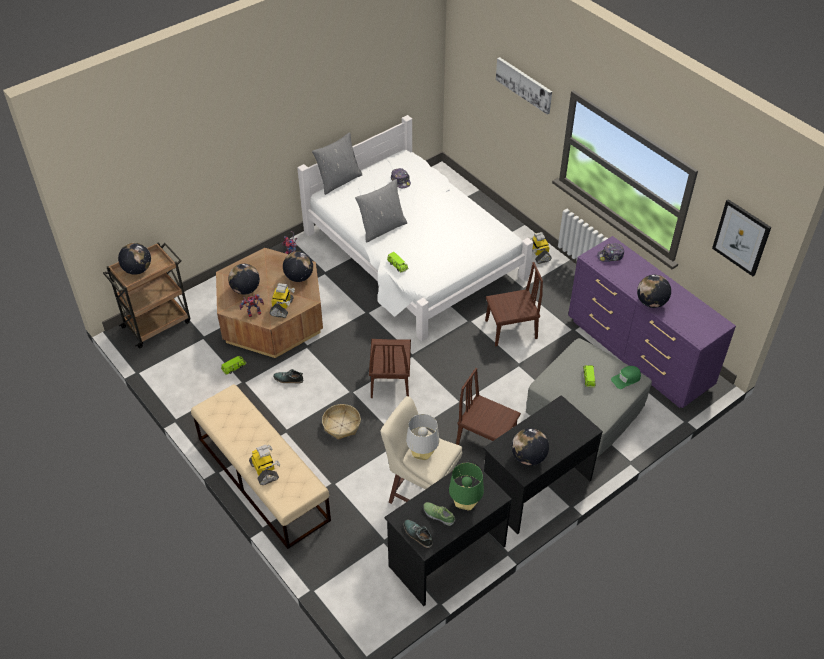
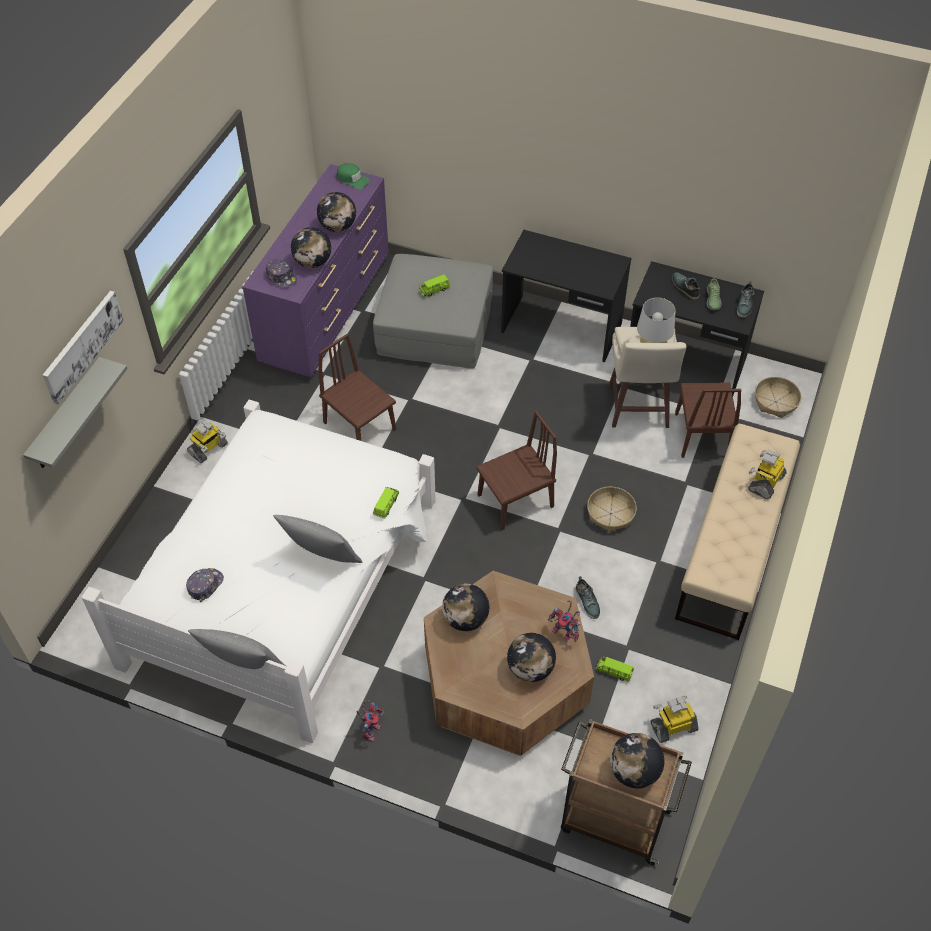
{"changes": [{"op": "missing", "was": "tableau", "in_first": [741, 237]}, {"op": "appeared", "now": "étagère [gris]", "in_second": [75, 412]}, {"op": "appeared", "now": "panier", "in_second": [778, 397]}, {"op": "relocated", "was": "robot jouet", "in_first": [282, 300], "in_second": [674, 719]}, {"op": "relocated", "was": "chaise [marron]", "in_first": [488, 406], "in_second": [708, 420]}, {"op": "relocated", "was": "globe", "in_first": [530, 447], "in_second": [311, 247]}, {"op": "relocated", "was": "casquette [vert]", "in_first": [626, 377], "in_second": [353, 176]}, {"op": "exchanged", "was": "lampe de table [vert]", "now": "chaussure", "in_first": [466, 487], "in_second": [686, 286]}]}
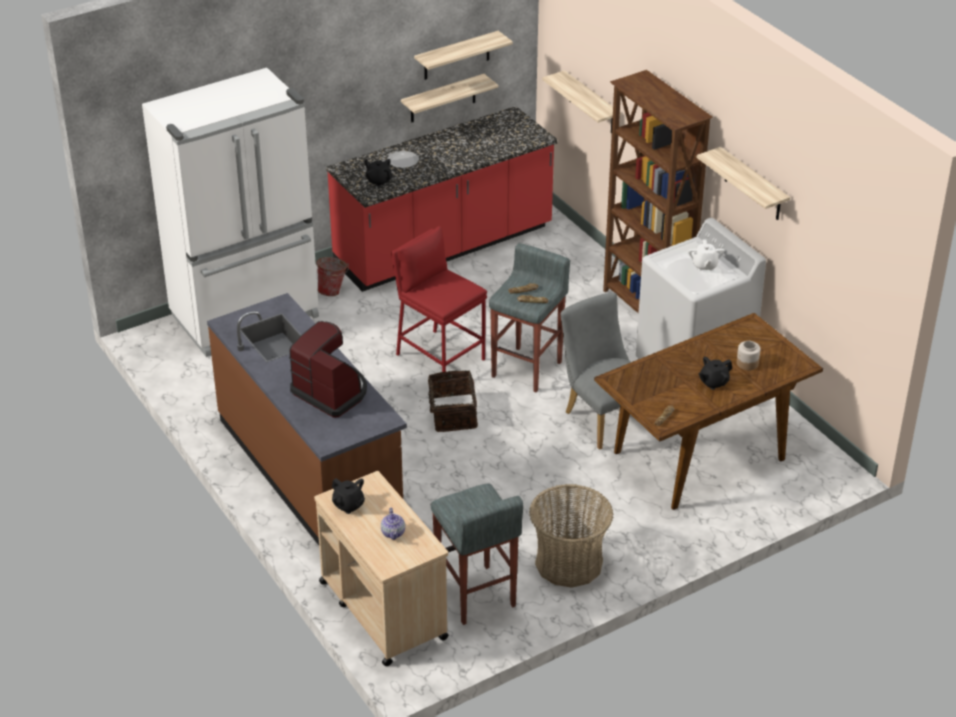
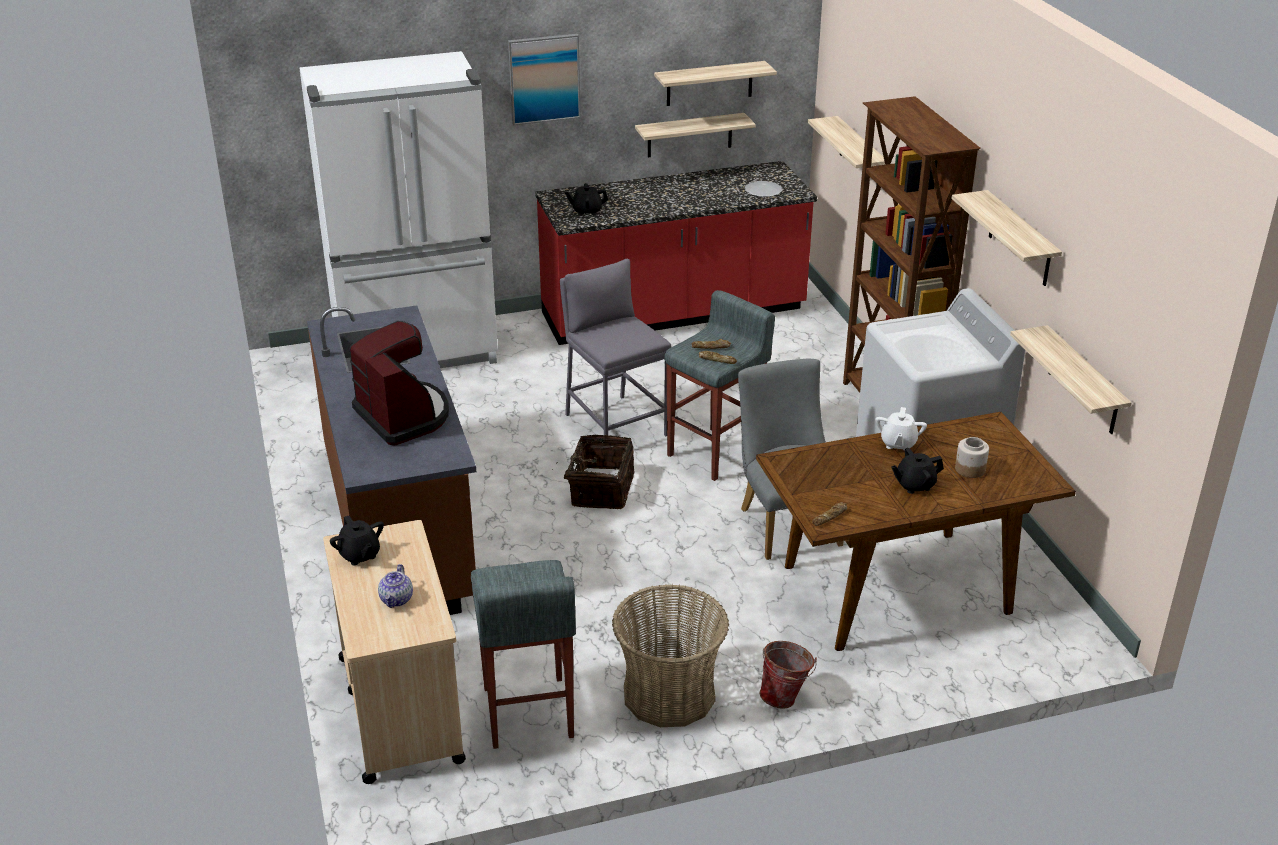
{"changes": [{"op": "appeared", "now": "tableau", "in_second": [544, 80]}, {"op": "appeared", "now": "étagère", "in_second": [1071, 379]}, {"op": "relocated", "was": "seau", "in_first": [332, 276], "in_second": [788, 675]}, {"op": "relocated", "was": "assiette", "in_first": [403, 159], "in_second": [763, 189]}, {"op": "relocated", "was": "théière [blanc]", "in_first": [706, 255], "in_second": [901, 429]}, {"op": "colour", "was": "tabouret [rouge]", "now": "tabouret [gris]", "in_first": [439, 299], "in_second": [615, 347]}, {"op": "spun", "was": "théière [noir]", "in_first": [378, 173], "in_second": [586, 199], "clockwise": -60}]}
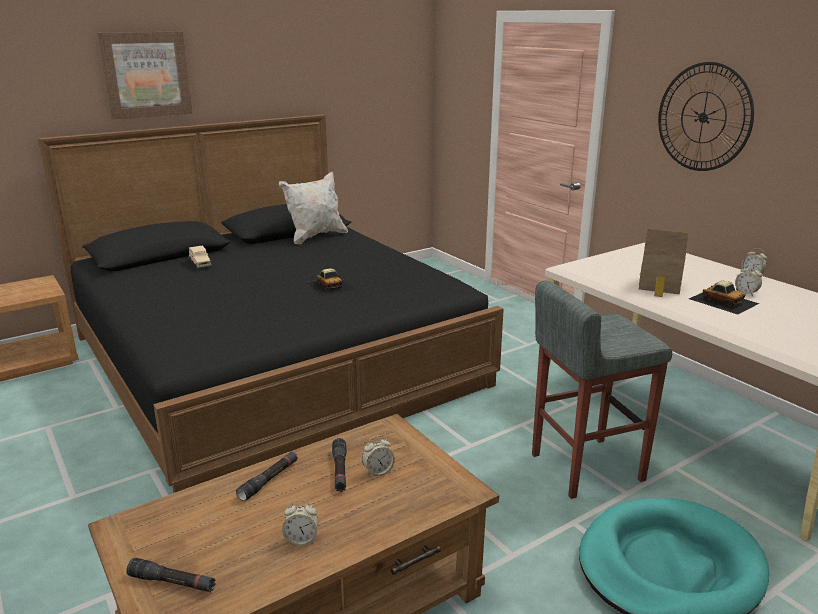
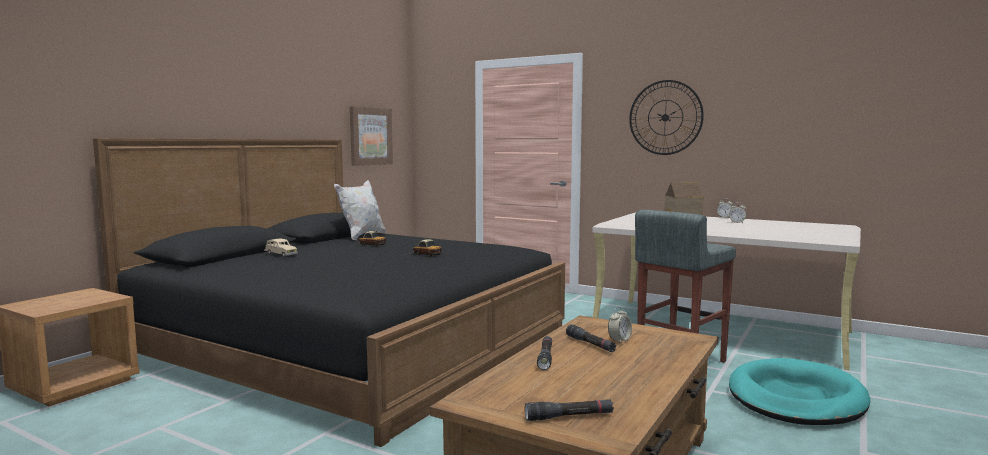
{"changes": [{"op": "missing", "was": "réveil", "in_first": [300, 523]}, {"op": "relocated", "was": "tableau", "in_first": [145, 75], "in_second": [371, 136]}, {"op": "relocated", "was": "petite voiture", "in_first": [724, 298], "in_second": [374, 240]}]}
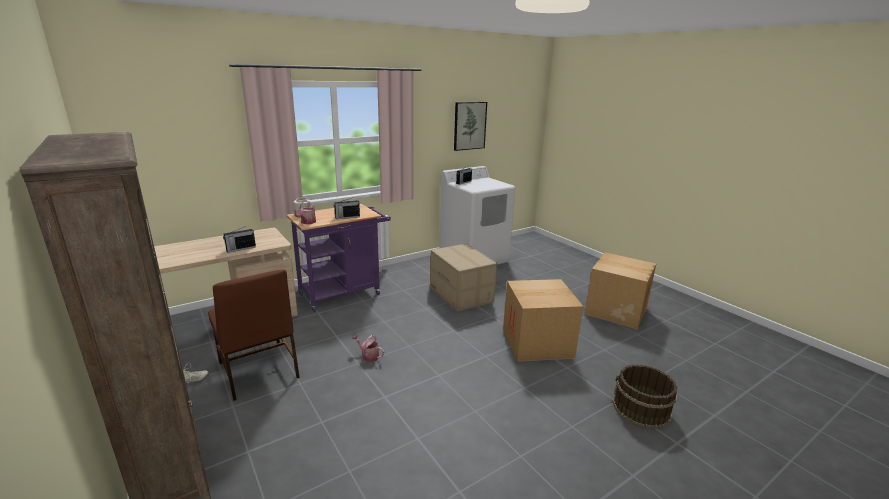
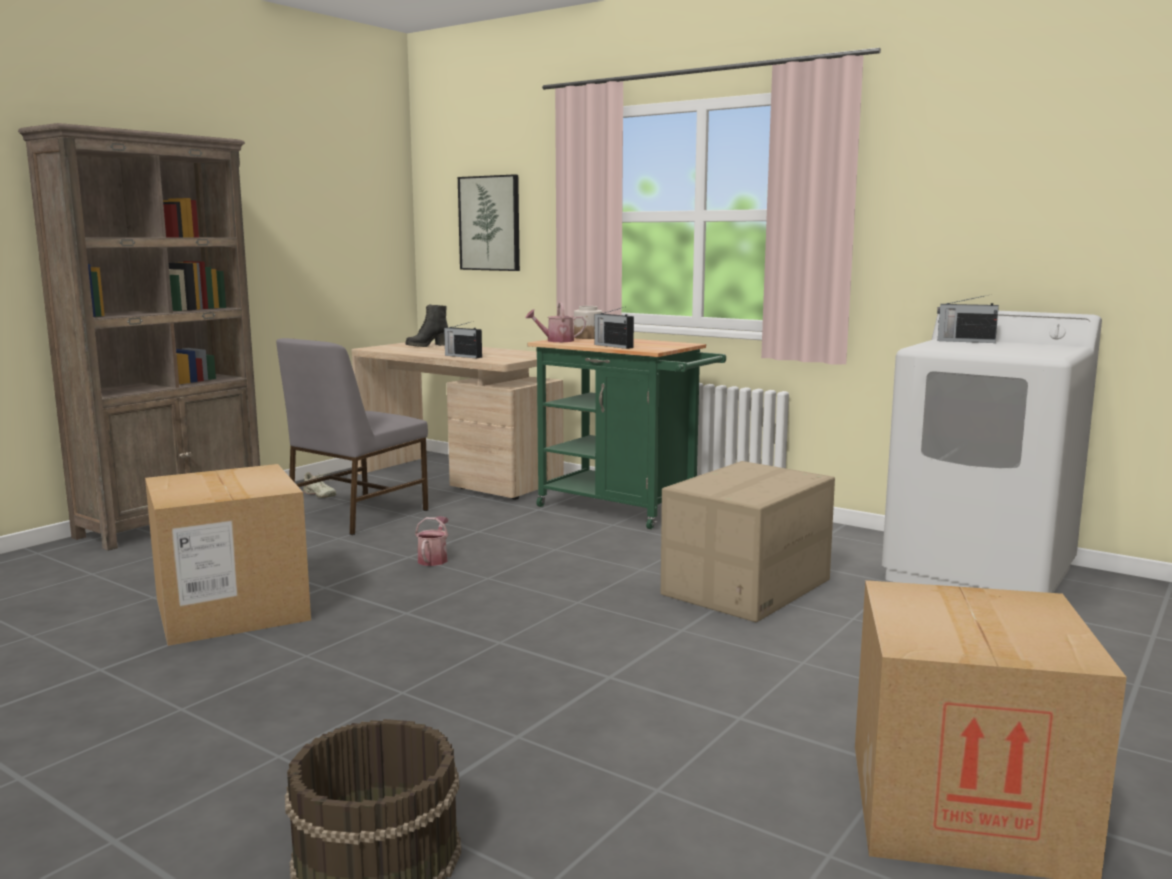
{"changes": [{"op": "appeared", "now": "botte [noir]", "in_second": [426, 326]}, {"op": "relocated", "was": "tableau", "in_first": [470, 126], "in_second": [489, 222]}, {"op": "relocated", "was": "carton", "in_first": [543, 320], "in_second": [228, 555]}, {"op": "colour", "was": "chaise [marron]", "now": "chaise [gris]", "in_first": [254, 335], "in_second": [352, 436]}, {"op": "colour", "was": "chariot [violet]", "now": "chariot [vert]", "in_first": [339, 258], "in_second": [626, 433]}]}
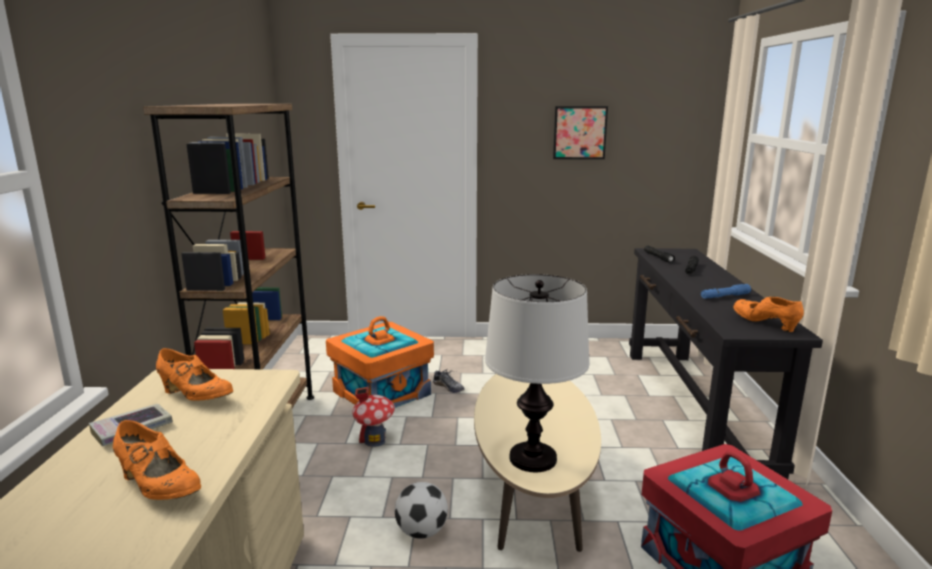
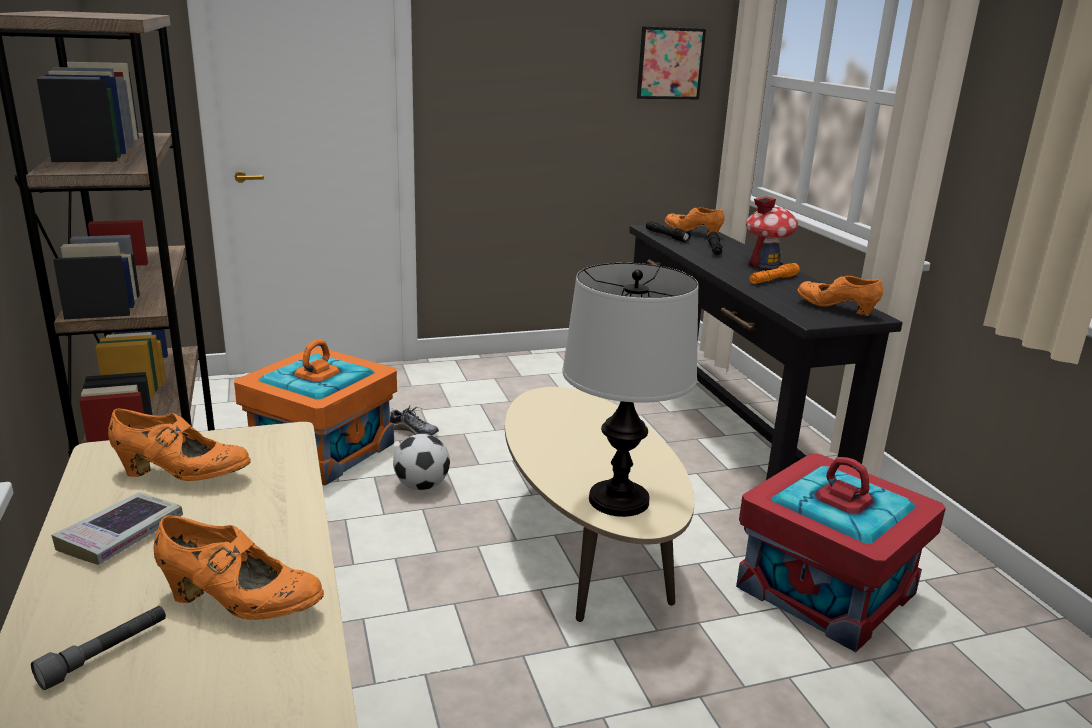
{"changes": [{"op": "appeared", "now": "lampe de poche [gris]", "in_second": [98, 648]}, {"op": "appeared", "now": "chaussure [orange]", "in_second": [695, 221]}, {"op": "relocated", "was": "maison miniature", "in_first": [373, 417], "in_second": [772, 232]}, {"op": "relocated", "was": "ballon de foot", "in_first": [421, 510], "in_second": [421, 462]}, {"op": "relocated", "was": "tableau", "in_first": [580, 132], "in_second": [671, 62]}, {"op": "colour", "was": "lampe de poche [bleu]", "now": "lampe de poche [orange]", "in_first": [726, 291], "in_second": [774, 273]}]}
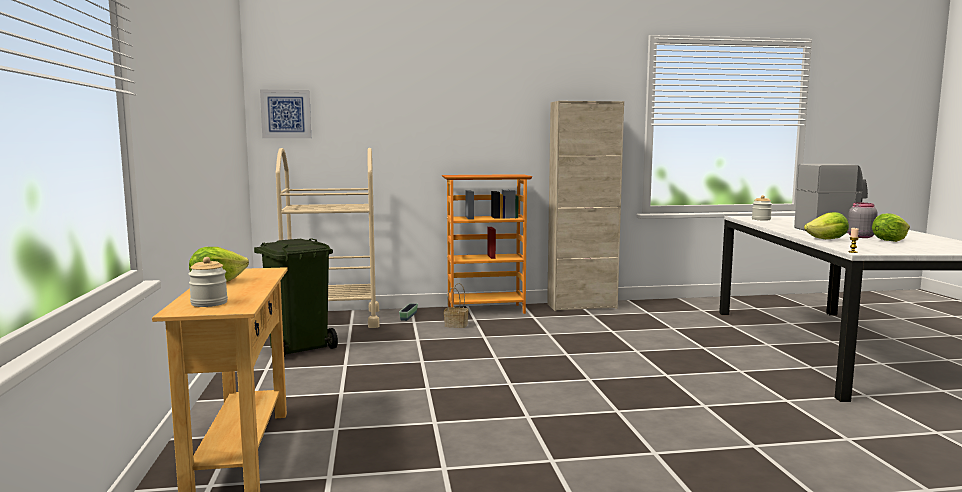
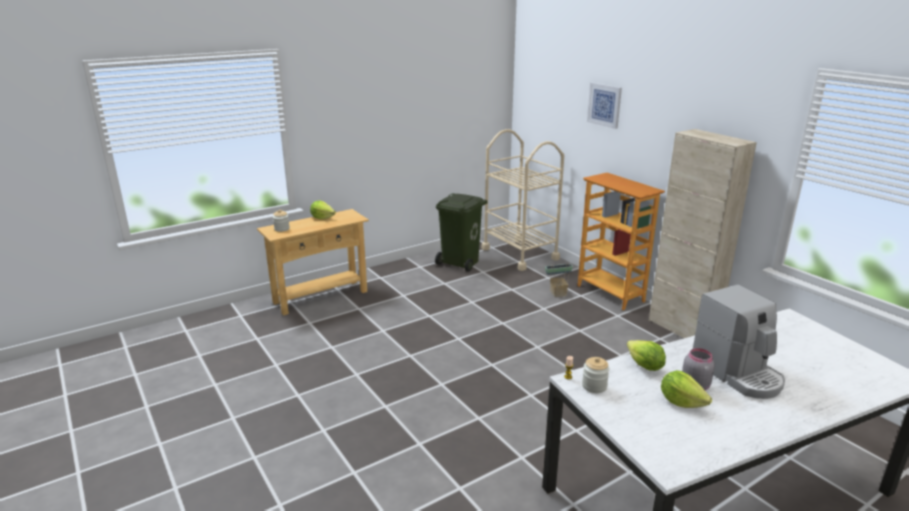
{"changes": [{"op": "relocated", "was": "tableau", "in_first": [285, 114], "in_second": [604, 105]}, {"op": "relocated", "was": "bocal", "in_first": [762, 207], "in_second": [595, 375]}]}
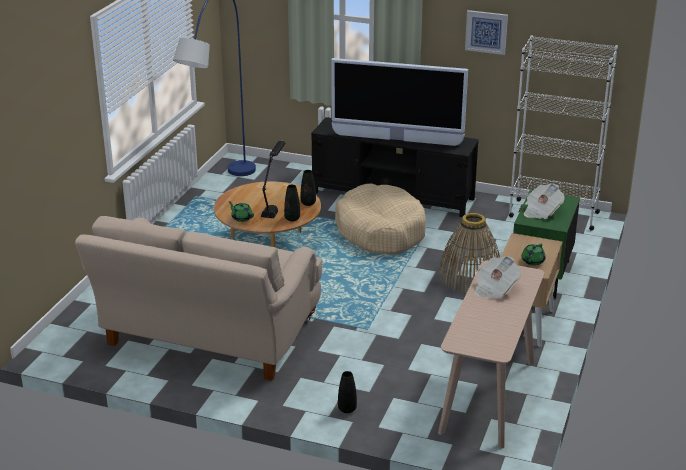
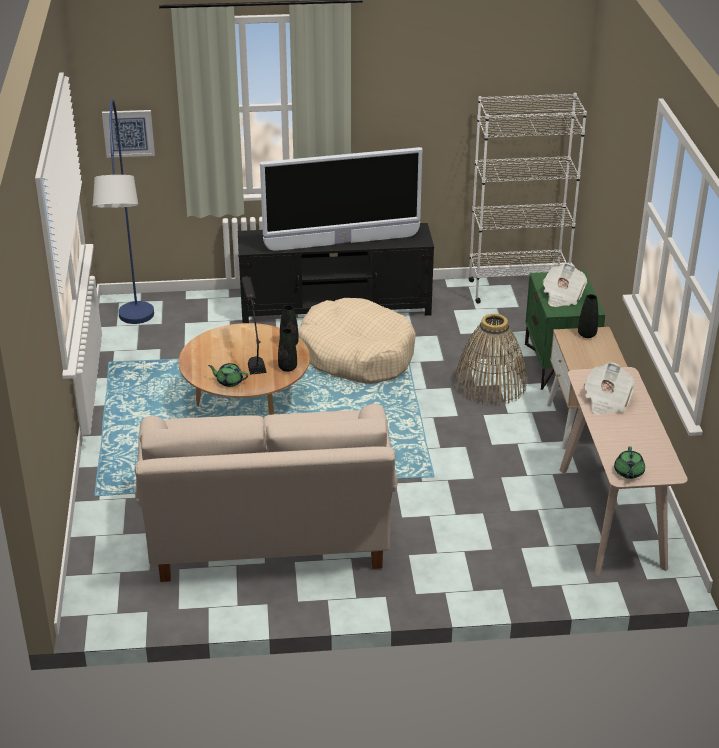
{"changes": [{"op": "relocated", "was": "vase [noir]", "in_first": [347, 392], "in_second": [588, 316]}, {"op": "relocated", "was": "tableau", "in_first": [486, 32], "in_second": [128, 134]}, {"op": "relocated", "was": "théière [vert]", "in_first": [533, 254], "in_second": [629, 462]}]}
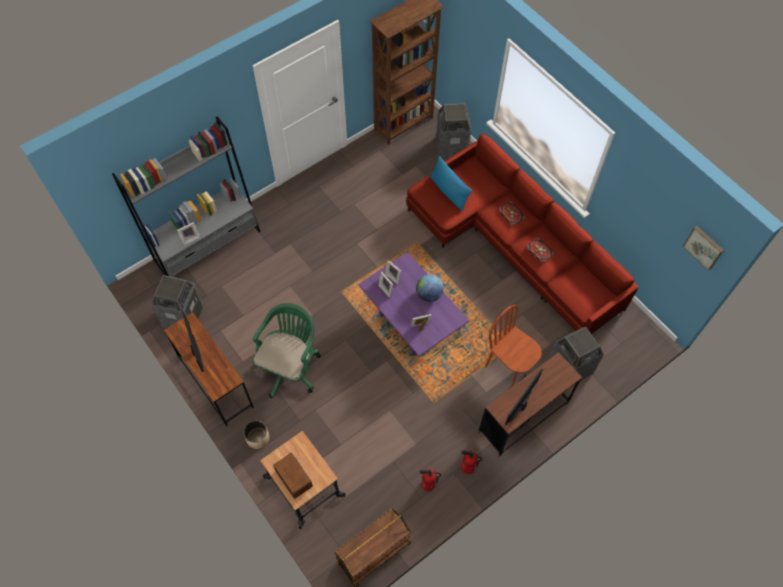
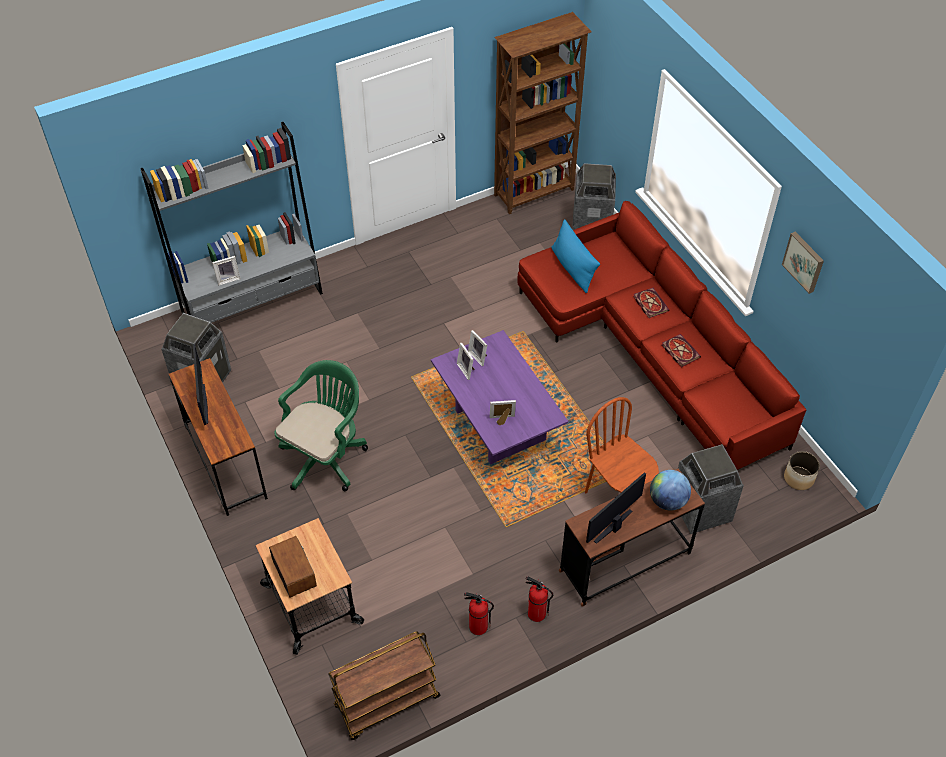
{"changes": [{"op": "relocated", "was": "cache-pot", "in_first": [256, 434], "in_second": [802, 470]}, {"op": "relocated", "was": "globe", "in_first": [430, 288], "in_second": [670, 490]}, {"op": "relocated", "was": "tableau", "in_first": [703, 248], "in_second": [803, 263]}]}
